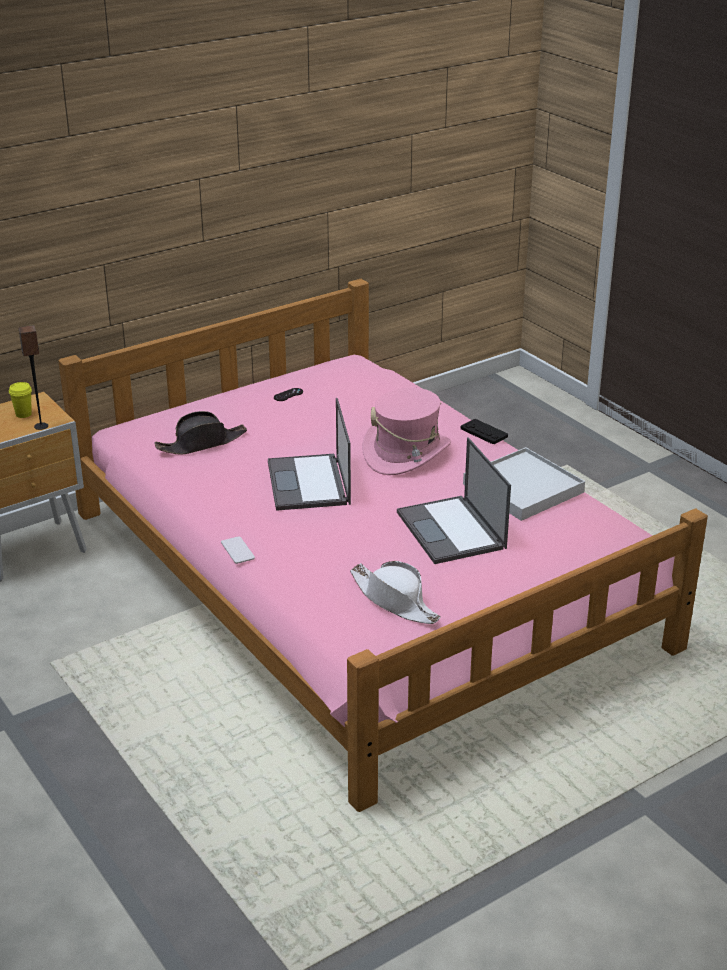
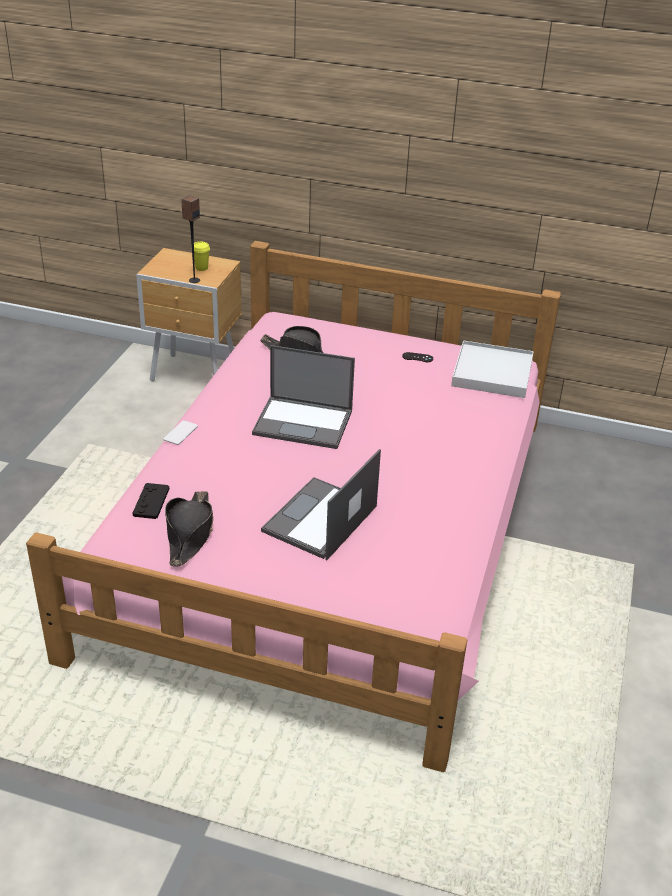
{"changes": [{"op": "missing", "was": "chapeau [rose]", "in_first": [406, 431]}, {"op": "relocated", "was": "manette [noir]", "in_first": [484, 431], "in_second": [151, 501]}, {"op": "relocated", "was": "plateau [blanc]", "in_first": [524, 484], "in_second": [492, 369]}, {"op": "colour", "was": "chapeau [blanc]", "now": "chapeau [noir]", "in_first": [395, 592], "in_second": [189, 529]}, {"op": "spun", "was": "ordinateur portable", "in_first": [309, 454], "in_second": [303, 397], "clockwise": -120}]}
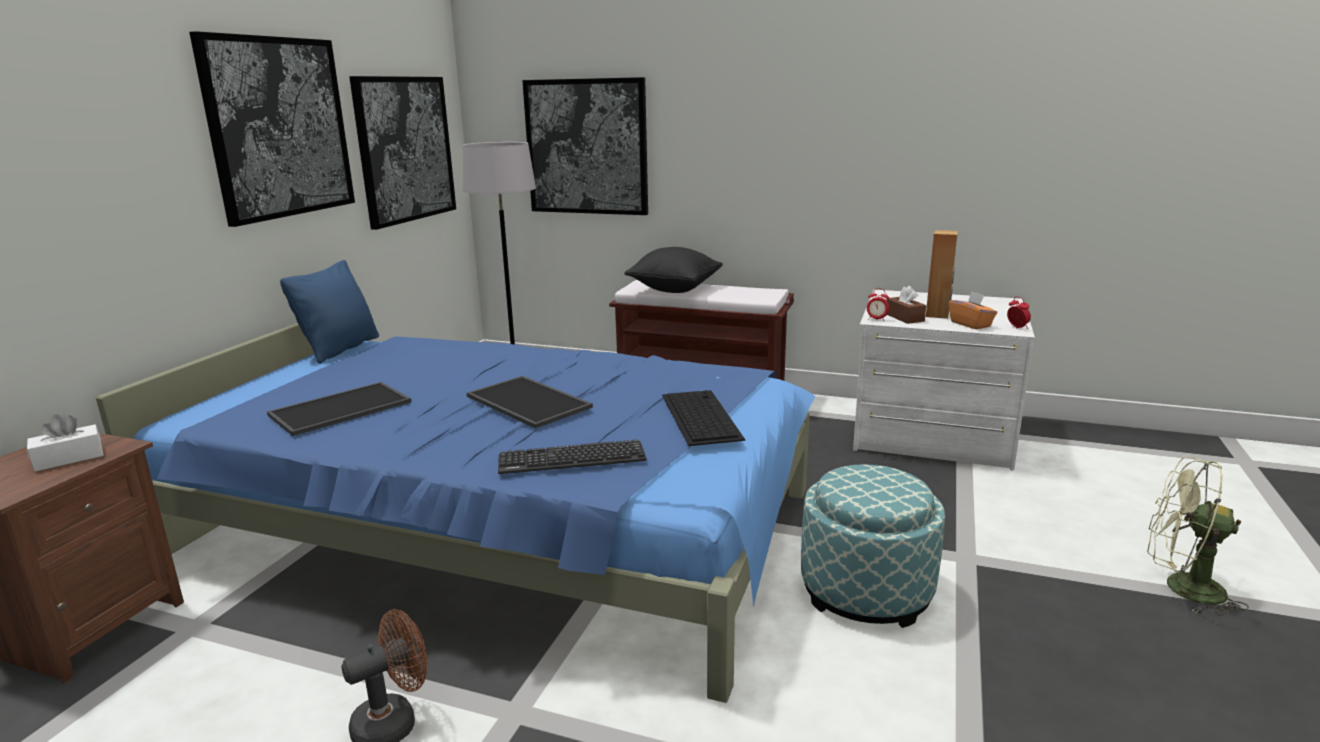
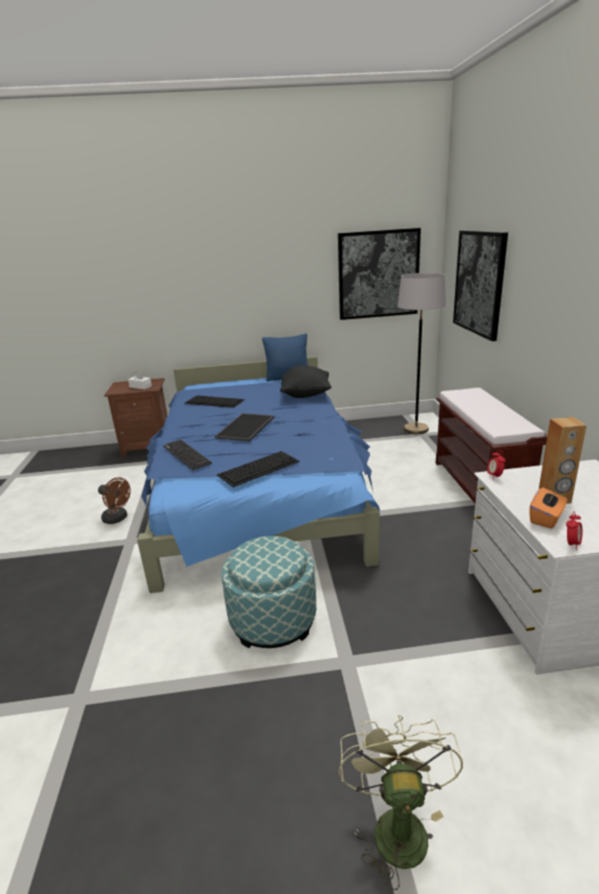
{"changes": [{"op": "missing", "was": "tableau", "in_first": [272, 129]}, {"op": "missing", "was": "boîte à mouchoirs [marron]", "in_first": [906, 305]}, {"op": "relocated", "was": "coussin [noir]", "in_first": [673, 270], "in_second": [305, 382]}, {"op": "exchanged", "was": "plateau", "now": "clavier", "in_first": [339, 409], "in_second": [214, 401]}]}
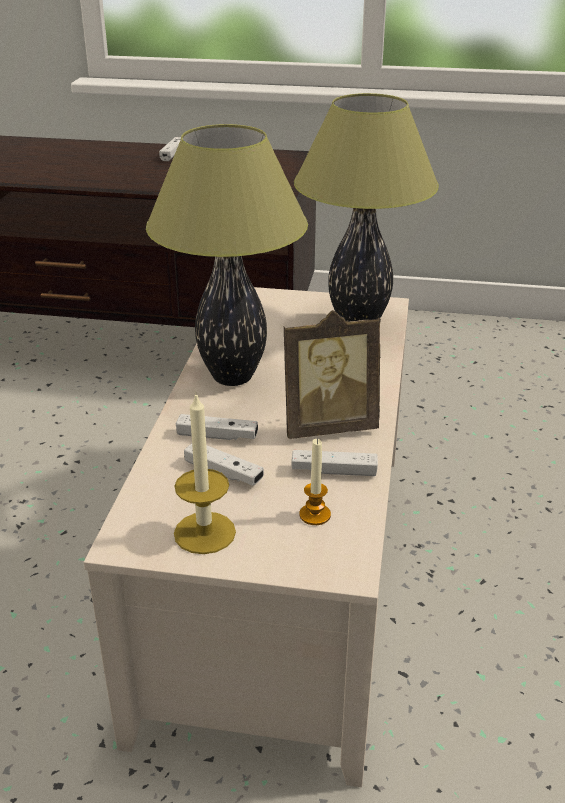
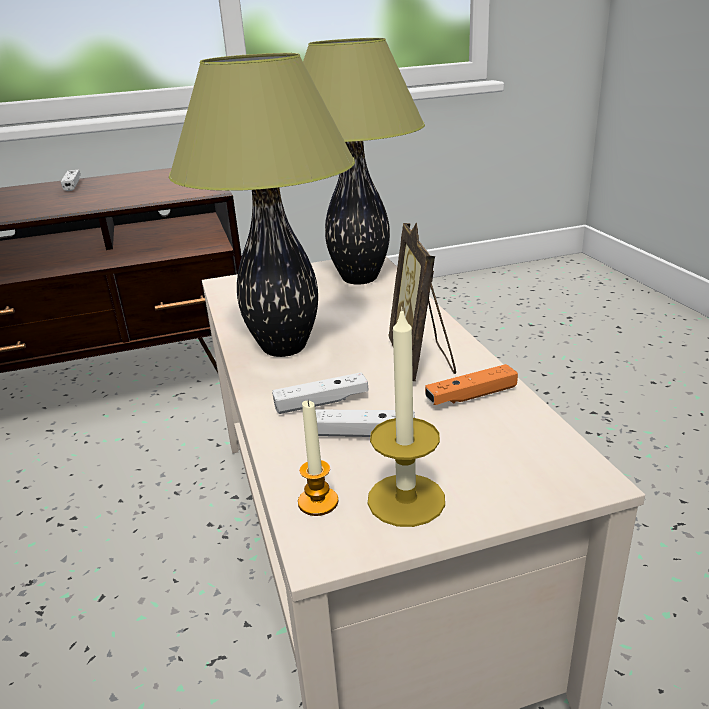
{"changes": [{"op": "relocated", "was": "bougie", "in_first": [315, 482], "in_second": [318, 458]}, {"op": "colour", "was": "manette [blanc]", "now": "manette [orange]", "in_first": [334, 463], "in_second": [471, 384]}, {"op": "spun", "was": "cadre photo", "in_first": [332, 374], "in_second": [422, 302], "clockwise": 120}]}
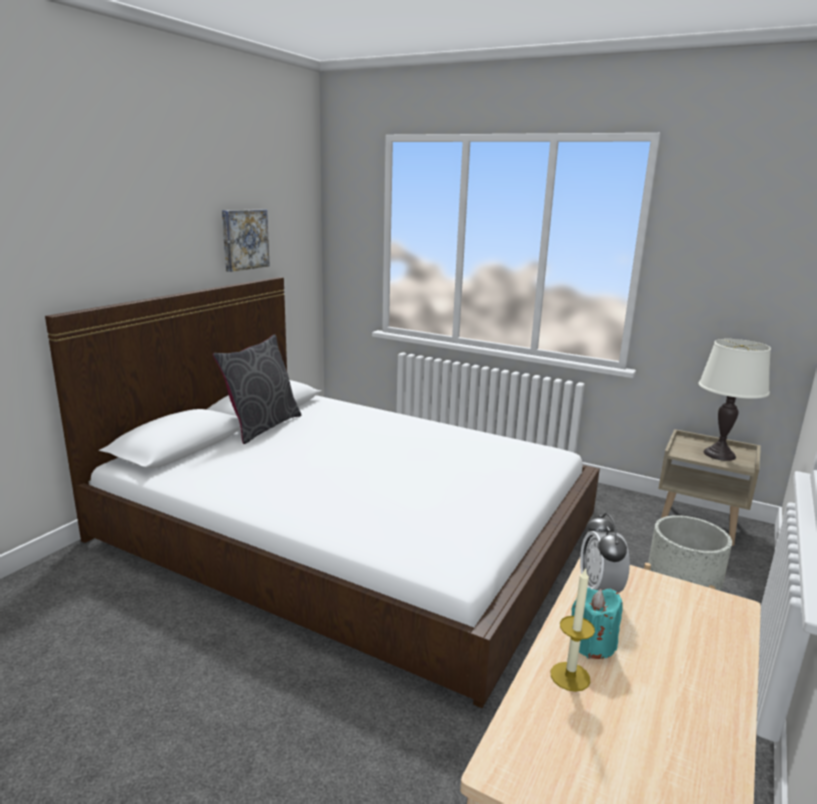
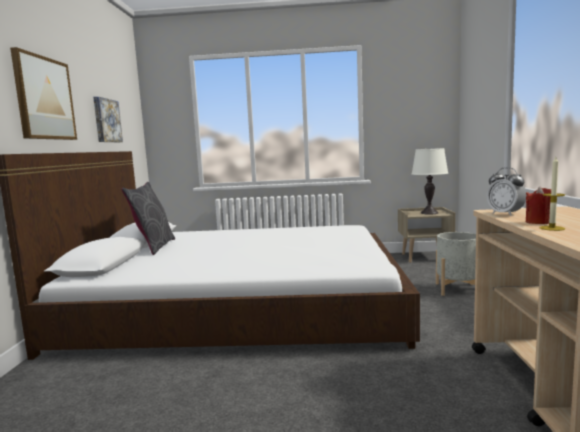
{"changes": [{"op": "appeared", "now": "tableau", "in_second": [43, 93]}, {"op": "colour", "was": "bougie [turquoise]", "now": "bougie [rouge]", "in_first": [597, 623], "in_second": [538, 205]}]}
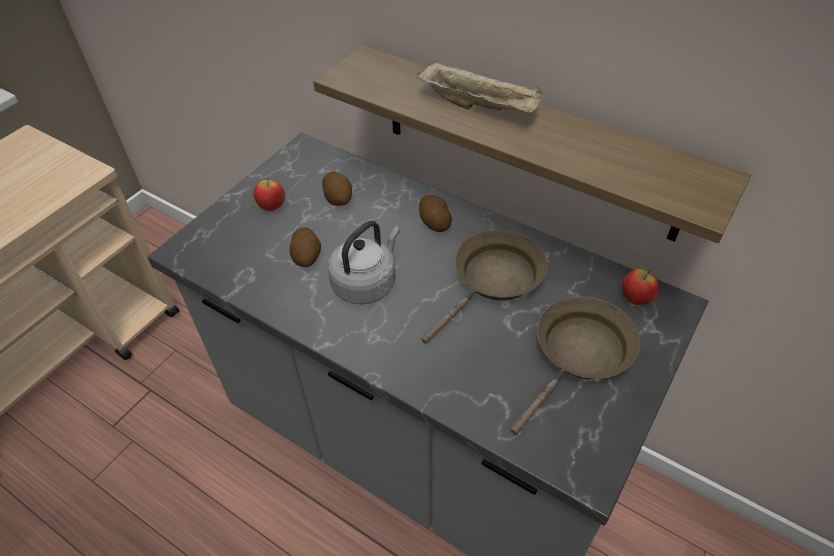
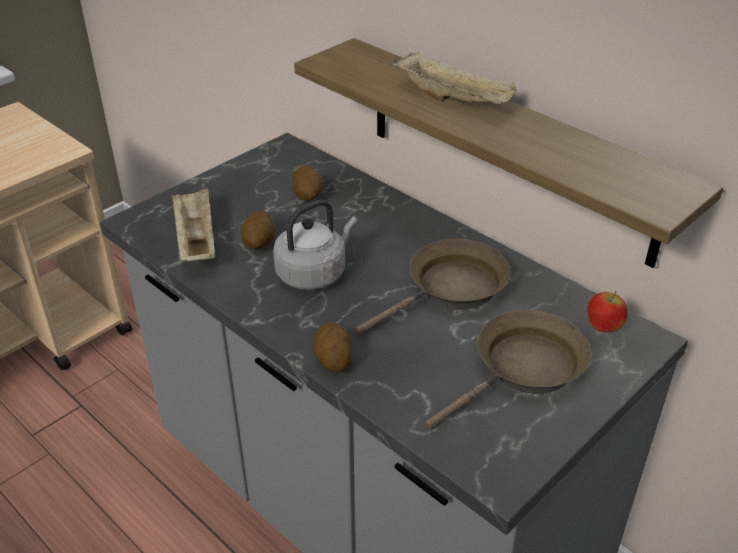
{"changes": [{"op": "missing", "was": "pomme", "in_first": [269, 194]}, {"op": "appeared", "now": "plateau [beige]", "in_second": [193, 225]}, {"op": "relocated", "was": "pomme de terre", "in_first": [435, 213], "in_second": [332, 348]}]}
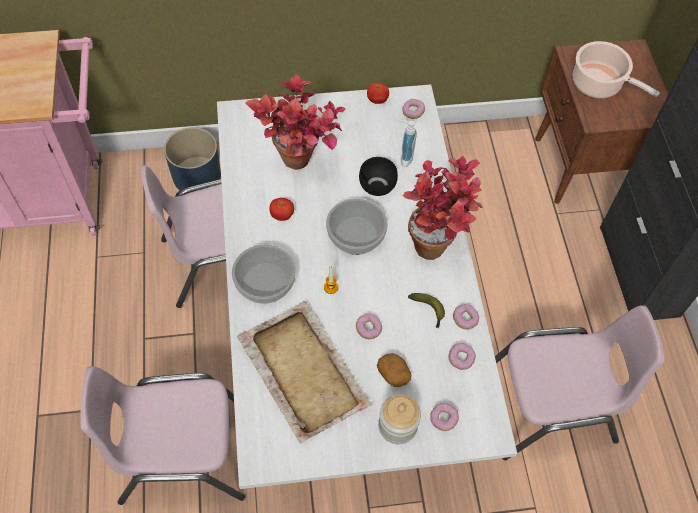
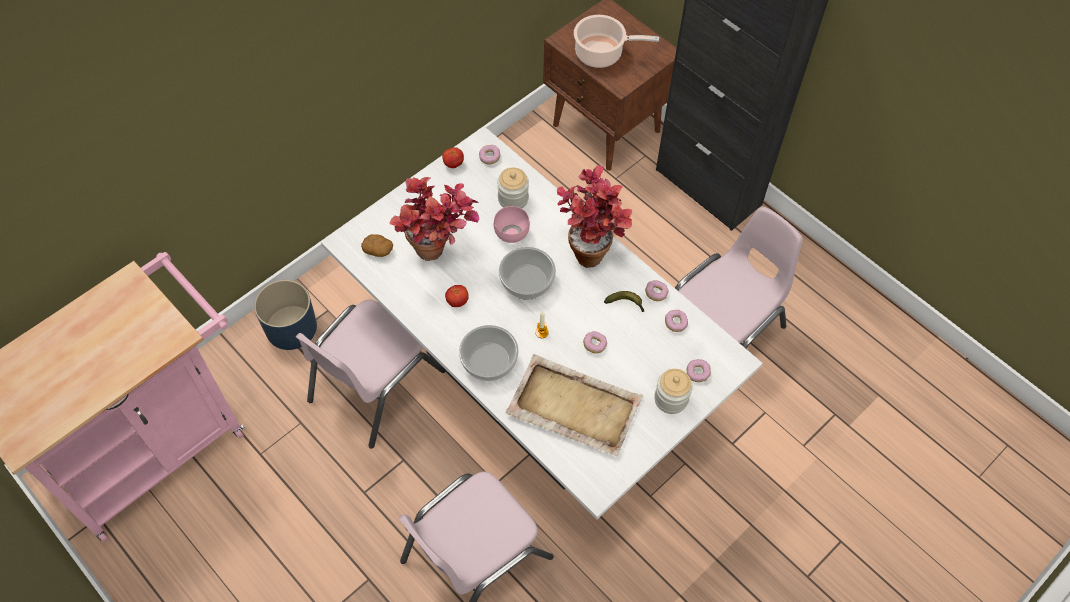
{"changes": [{"op": "relocated", "was": "pomme de terre", "in_first": [394, 370], "in_second": [377, 245]}, {"op": "exchanged", "was": "distributeur de savon", "now": "bocal", "in_first": [408, 143], "in_second": [513, 188]}, {"op": "colour", "was": "bol [noir]", "now": "bol [rose]", "in_first": [378, 176], "in_second": [512, 224]}]}
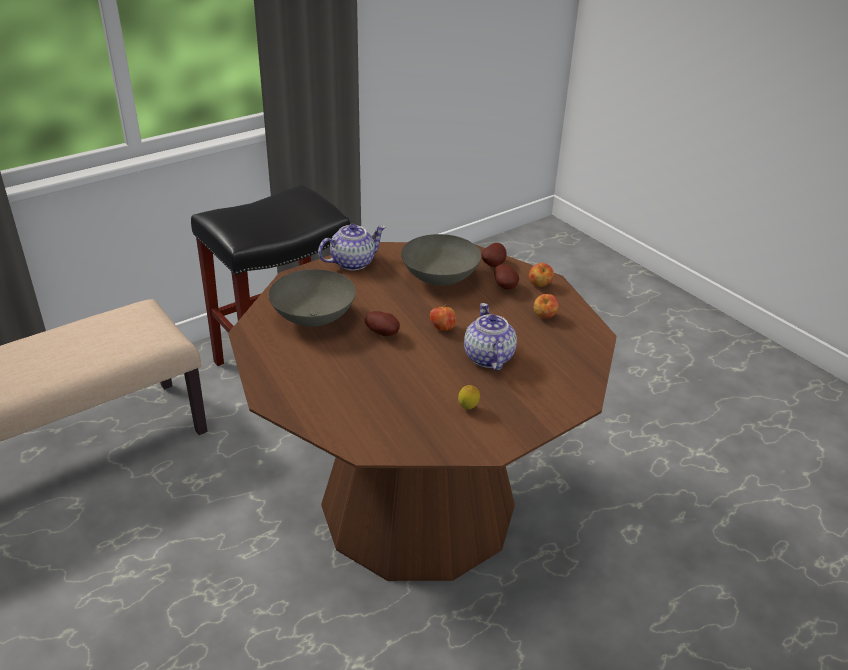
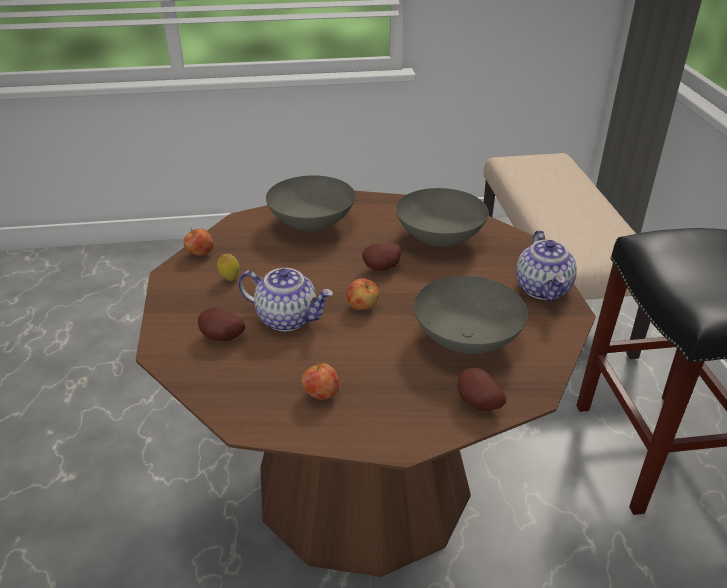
{"changes": [{"op": "appeared", "now": "bol [gris]", "in_second": [310, 203]}, {"op": "relocated", "was": "pomme de terre", "in_first": [506, 277], "in_second": [222, 324]}, {"op": "relocated", "was": "pomme", "in_first": [541, 275], "in_second": [199, 242]}]}
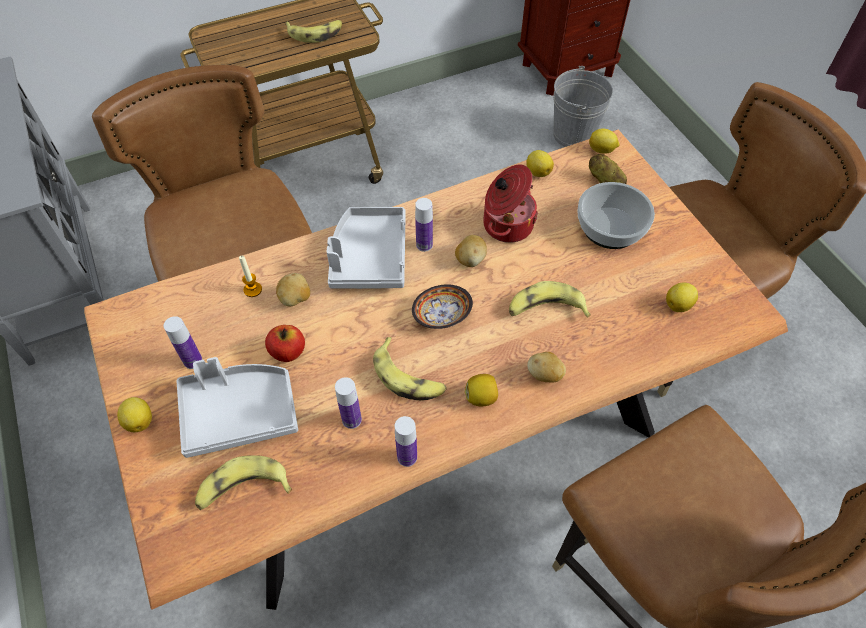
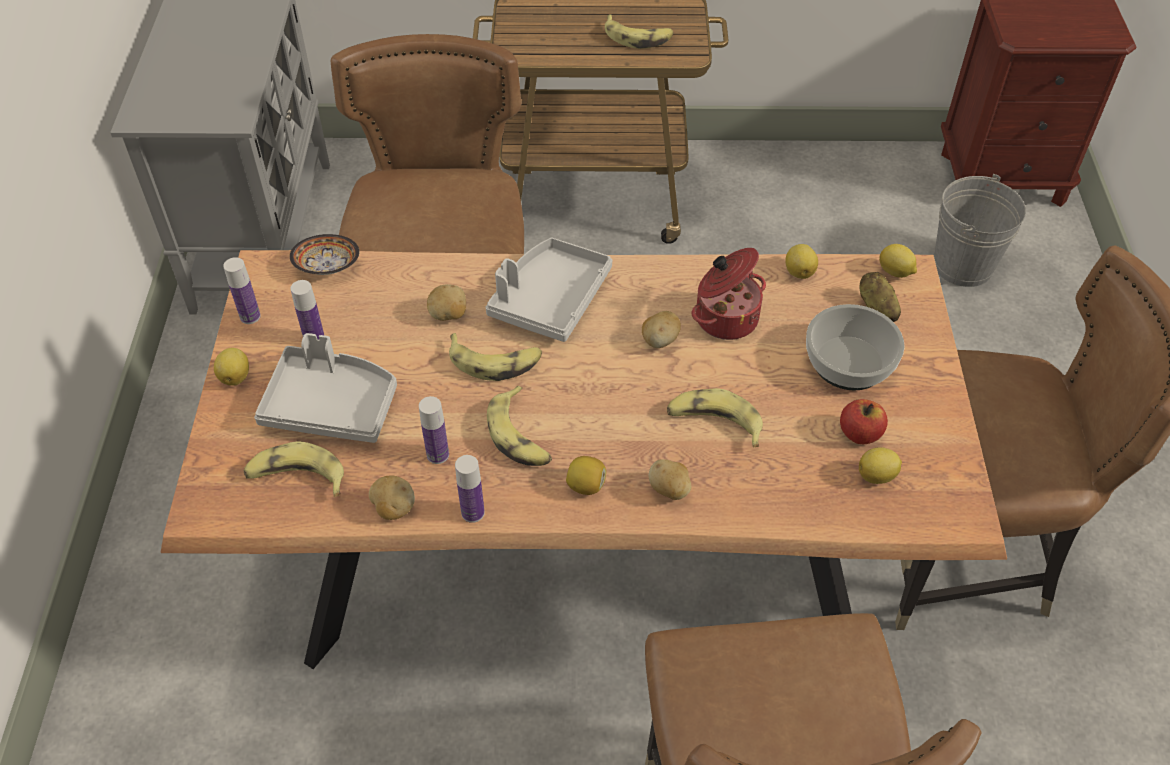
{"changes": [{"op": "missing", "was": "bougie", "in_first": [250, 276]}, {"op": "appeared", "now": "pomme de terre", "in_second": [392, 498]}, {"op": "appeared", "now": "banane", "in_second": [495, 357]}, {"op": "relocated", "was": "pomme", "in_first": [285, 343], "in_second": [864, 421]}, {"op": "relocated", "was": "bol", "in_first": [442, 306], "in_second": [324, 254]}, {"op": "relocated", "was": "bouteille", "in_first": [424, 225], "in_second": [242, 290]}]}
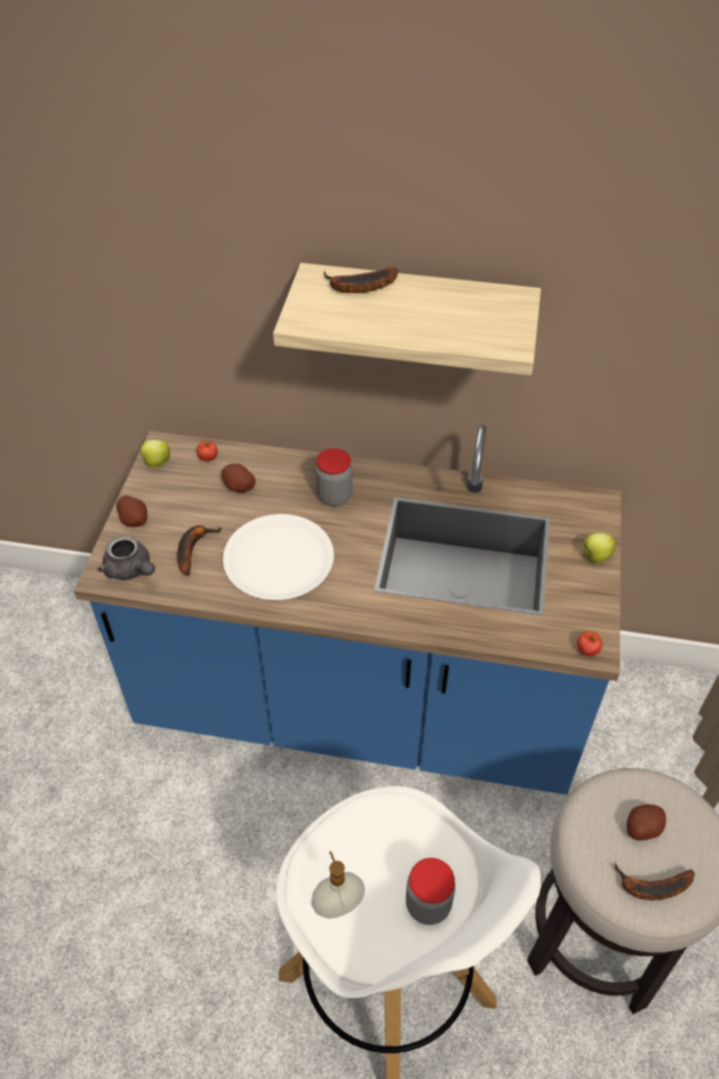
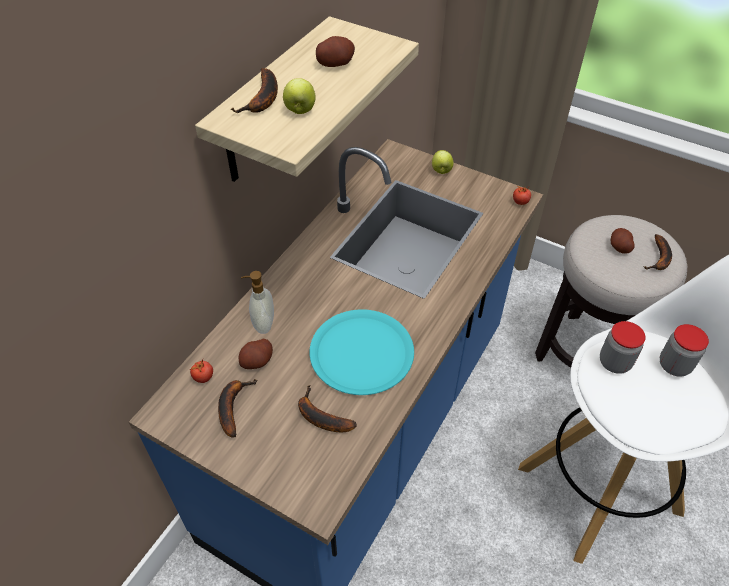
{"changes": [{"op": "missing", "was": "théière [gris]", "in_first": [126, 558]}, {"op": "appeared", "now": "banane", "in_second": [237, 408]}, {"op": "relocated", "was": "pomme de terre", "in_first": [131, 511], "in_second": [335, 51]}, {"op": "relocated", "was": "pomme", "in_first": [154, 453], "in_second": [299, 96]}, {"op": "relocated", "was": "distributeur de savon", "in_first": [338, 884], "in_second": [257, 302]}, {"op": "relocated", "was": "bocal", "in_first": [334, 477], "in_second": [623, 347]}, {"op": "colour", "was": "assiette [blanc]", "now": "assiette [turquoise]", "in_first": [278, 557], "in_second": [361, 352]}]}
